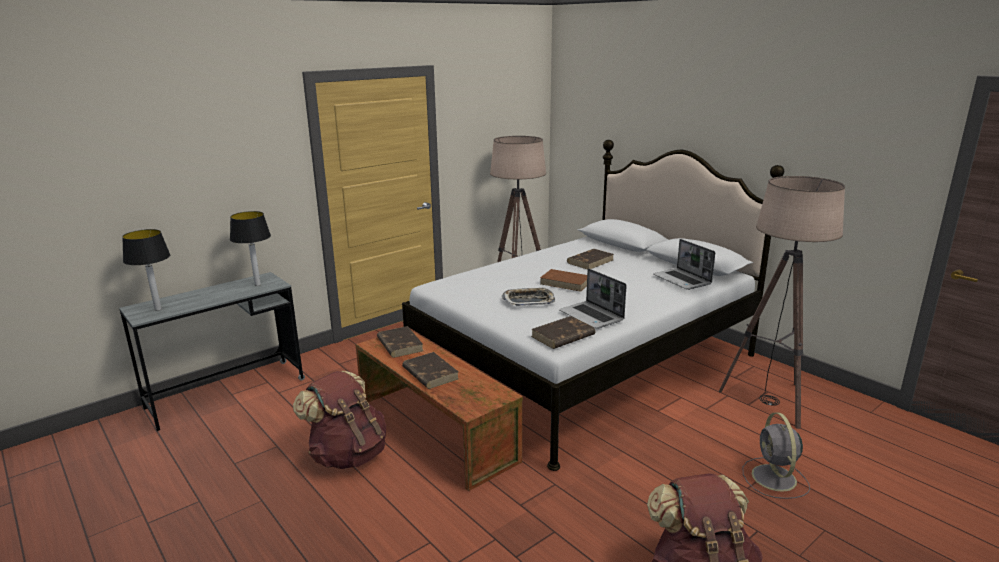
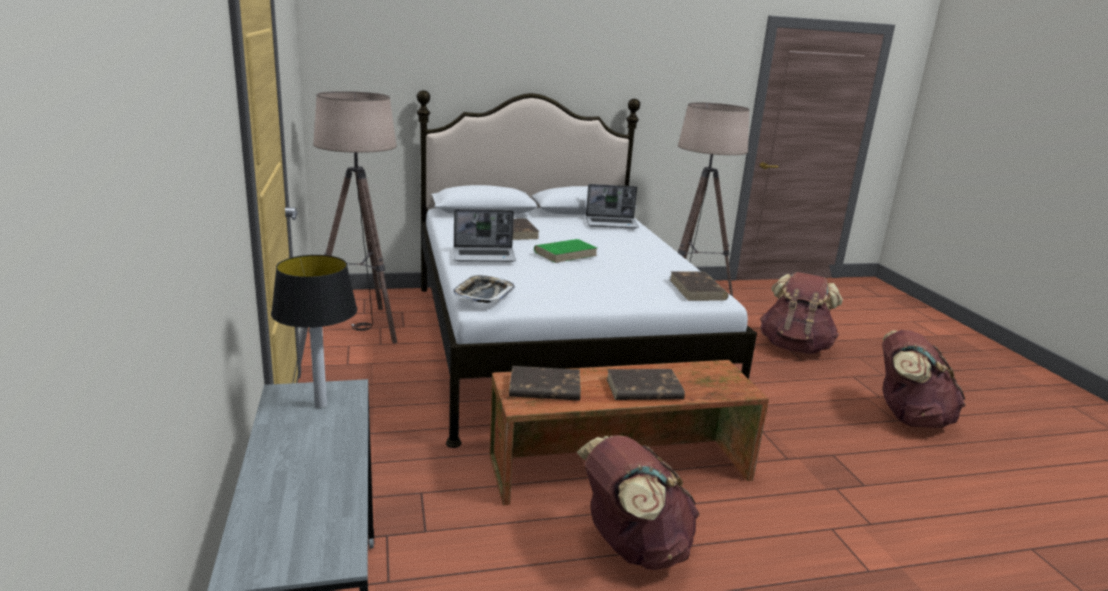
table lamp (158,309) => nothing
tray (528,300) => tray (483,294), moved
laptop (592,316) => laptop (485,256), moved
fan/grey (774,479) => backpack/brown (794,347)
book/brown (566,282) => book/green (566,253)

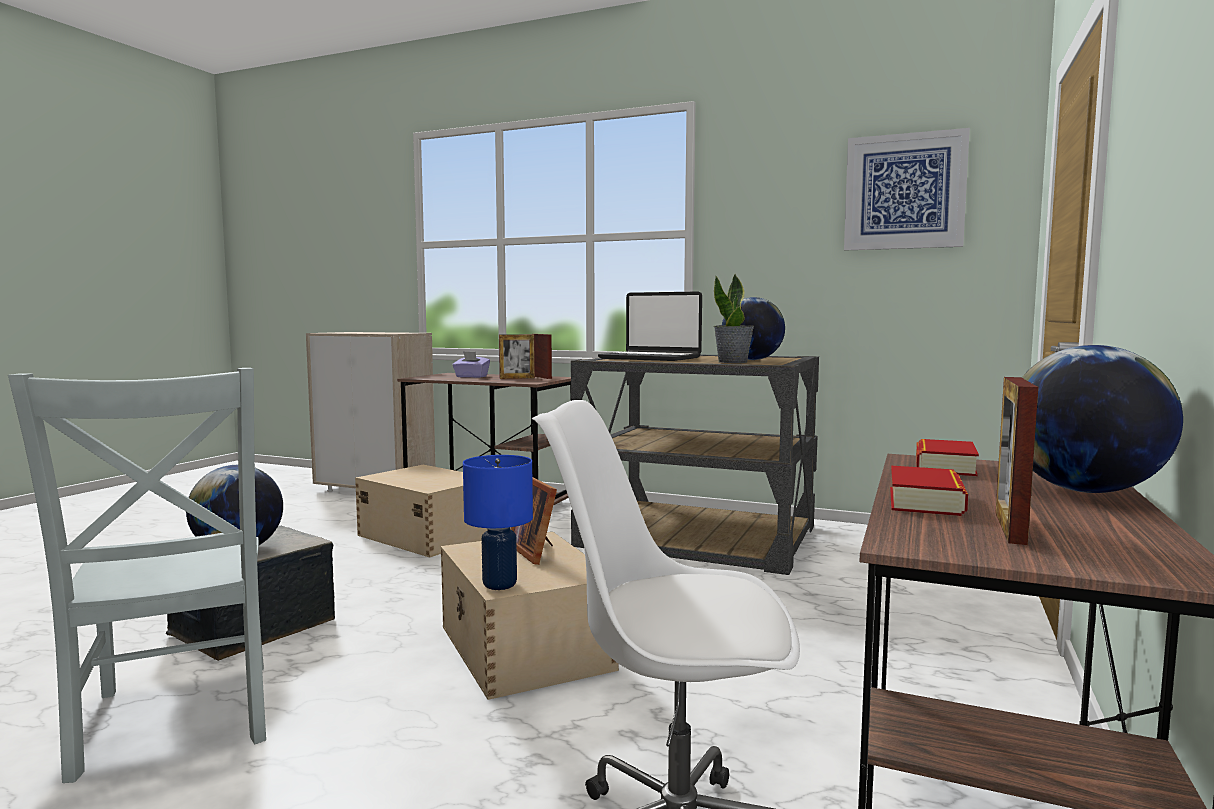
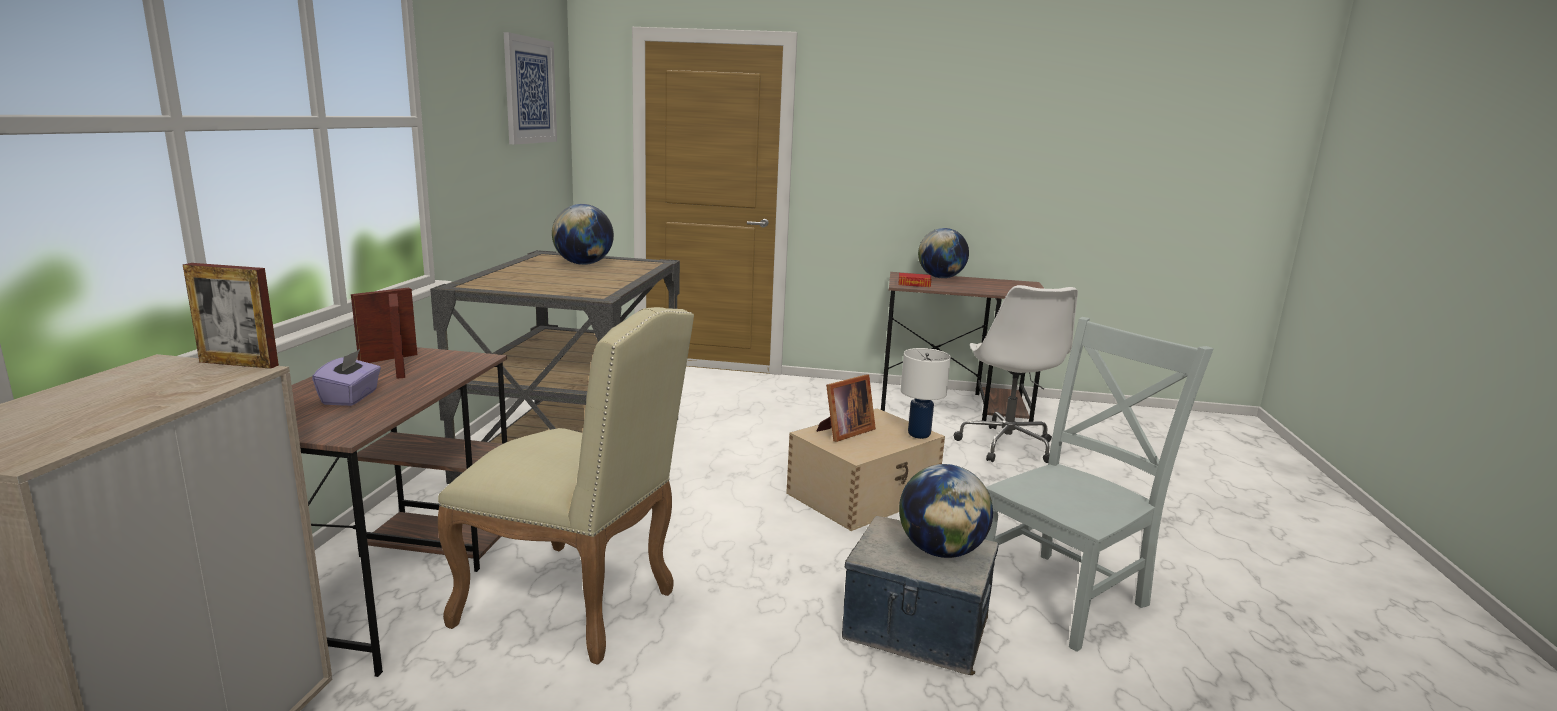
laptop (650,358) => nothing
potted plant (733,362) => nothing
book (925,501) => nothing
picture frame (1010,528) => picture frame (239,363), moved
storage box/beige (426,535) => chair/beige (574,605)
table lamp/blue (501,585) => table lamp/white (919,434)

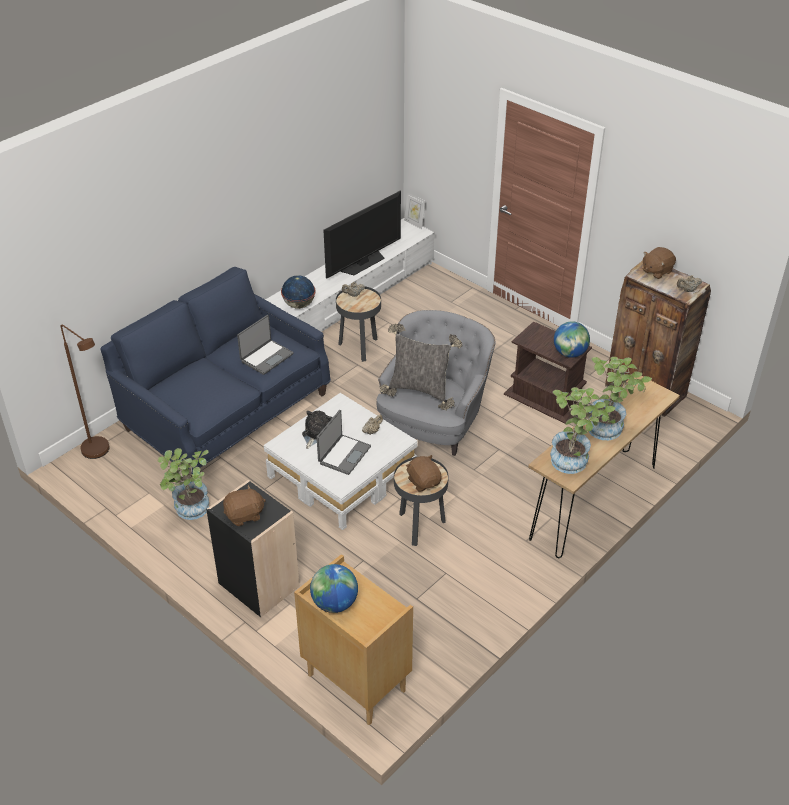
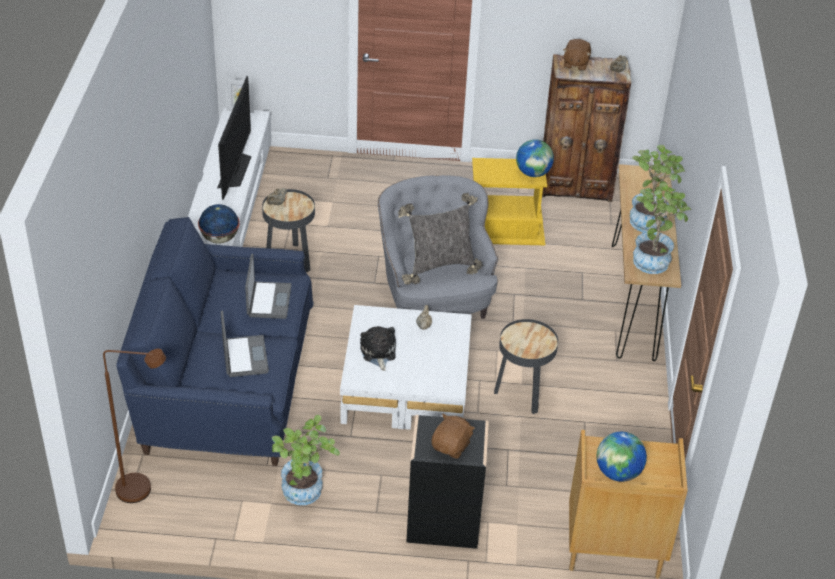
plush toy/brown (424,482) => nothing
laptop (343,455) => laptop (244,357), moved
side table/brown (546,398) => side table/yellow (505,229)

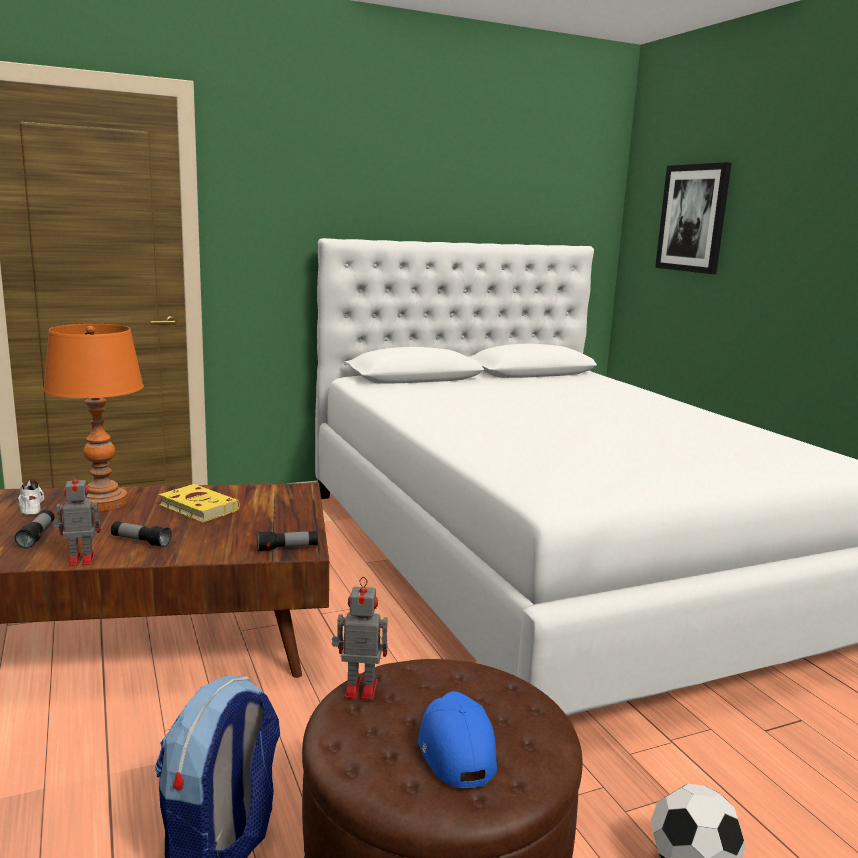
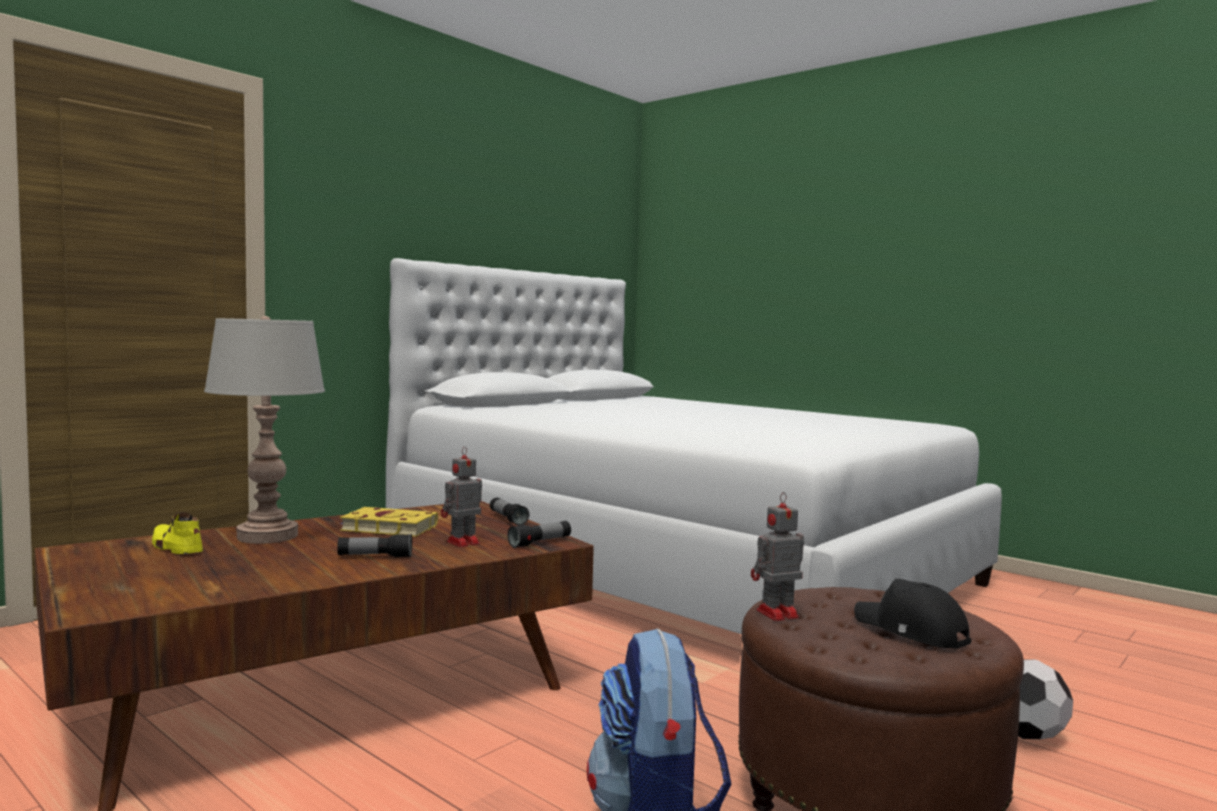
picture (693,218) => nothing
flashlight (37,536) => flashlight (507,519), moved
toy robot (79,560) => toy robot (461,543), moved
shoe/white (31,505) => shoe/yellow (175,547)
table lamp/orange (102,503) => table lamp/grey (267,536)
cap/blue (454,748) => cap/black (910,631)

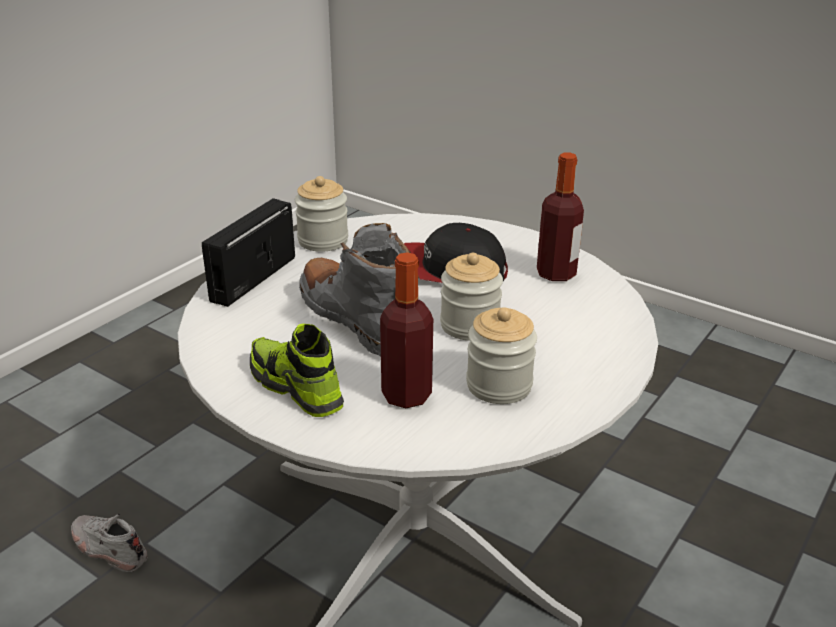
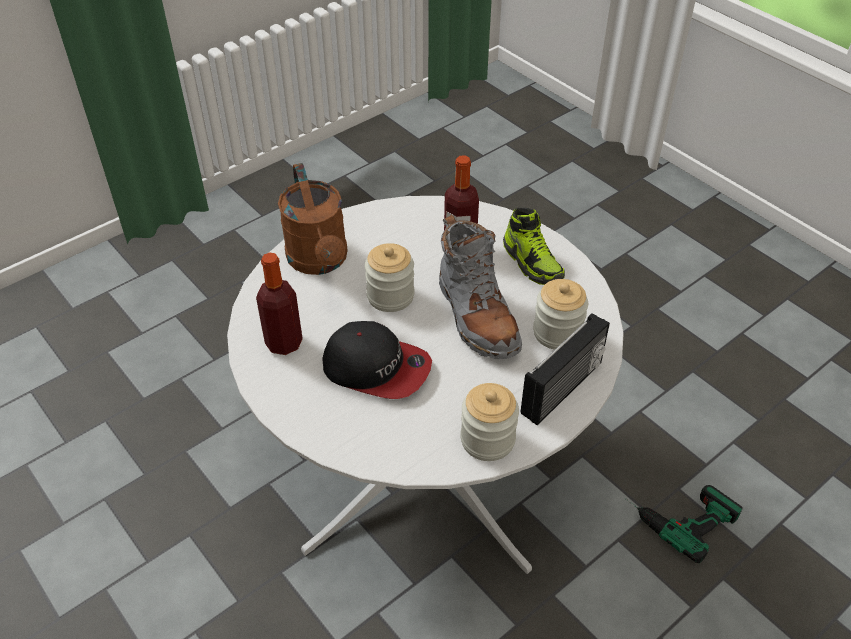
nothing => watering can/brown (320,261)
jar (499,385) => jar (557,332), moved
shoe/white (108,549) => power drill (678,513)

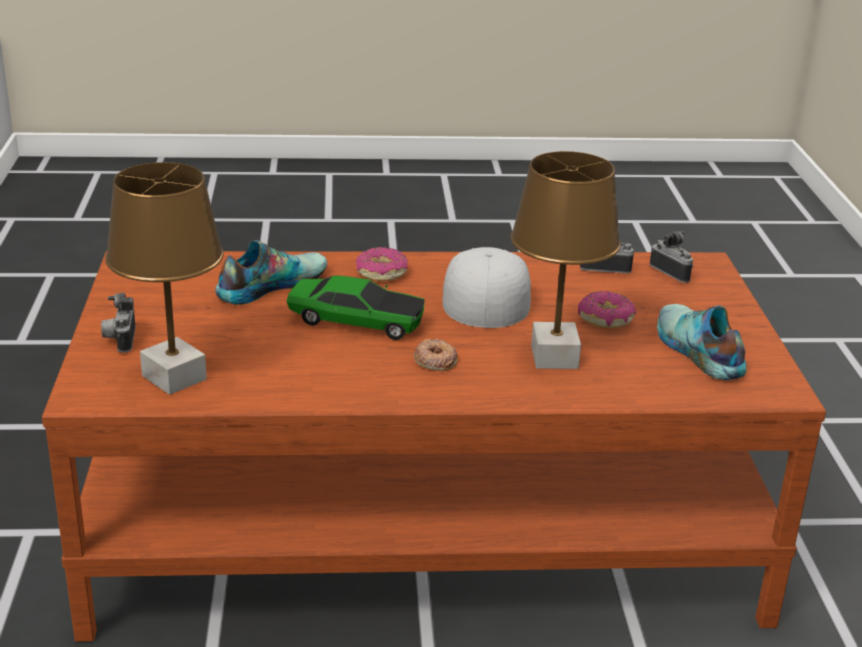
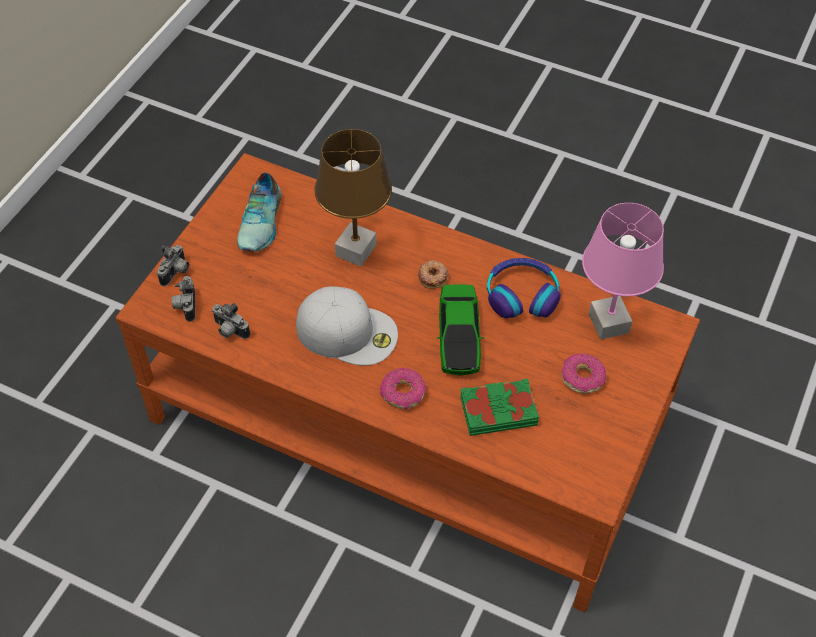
nothing => headphones (522,295)
photo camera (120,340) => photo camera (176,273), moved
donut (606,319) => donut (582,377), moved
shoe (270,285) => book/green (498,410)
table lamp/brown (175,378) => table lamp/pink (608,323)
toy car (356,321) => toy car (459,337), 135 degrees counterclockwise
cap/white (485,296) => cap/white (348,331), 105 degrees counterclockwise

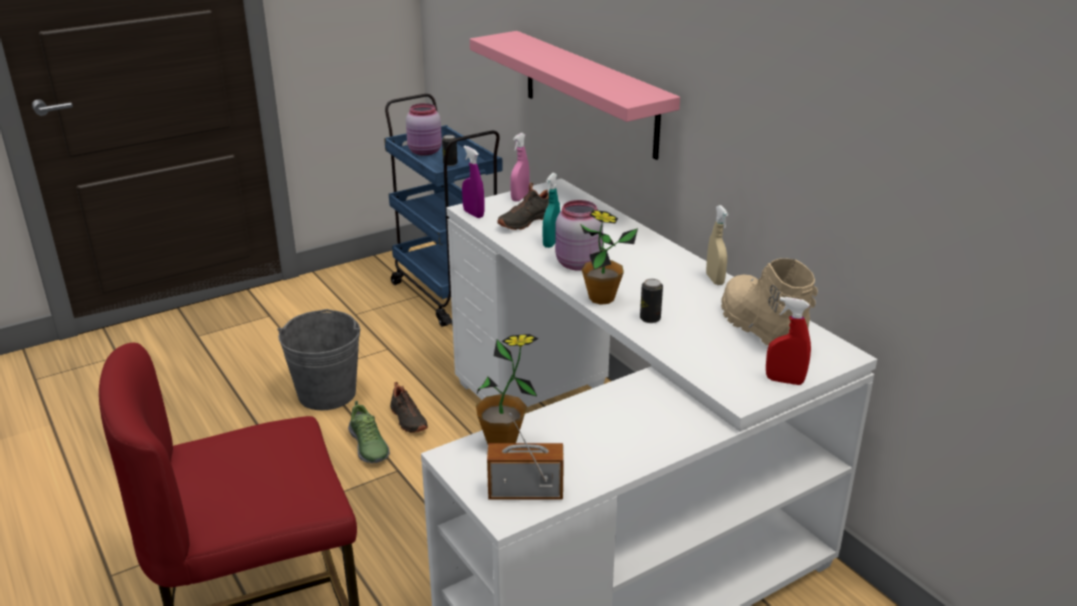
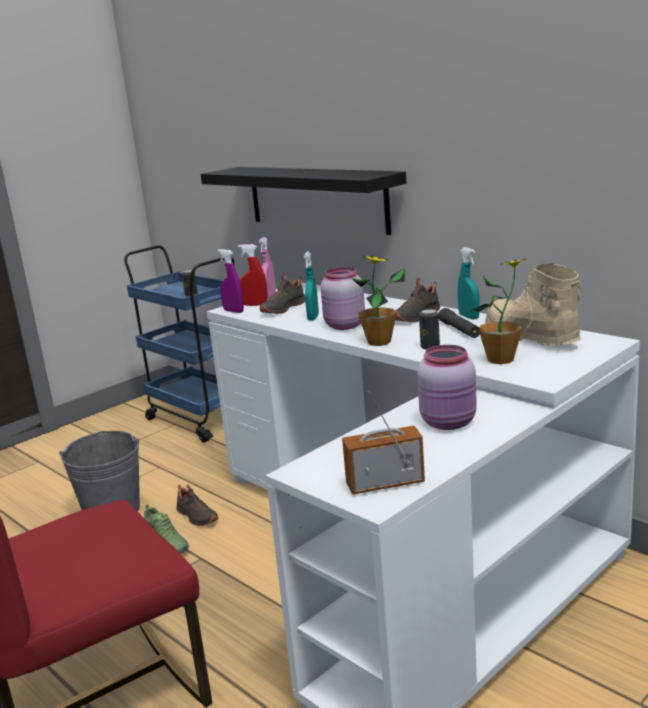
nothing => shoe/black (415,316)
nothing => flashlight/black (459,330)
jar/pink (425,152) => jar/pink (450,423), moved
potted plant (502,441) => potted plant (500,359), moved
spray bottle/red (784,381) => spray bottle/red (255,305), moved
shelf/pink (589,93) => shelf/black (316,198)
spray bottle/beige (715,279) => spray bottle/turquoise (469,317)

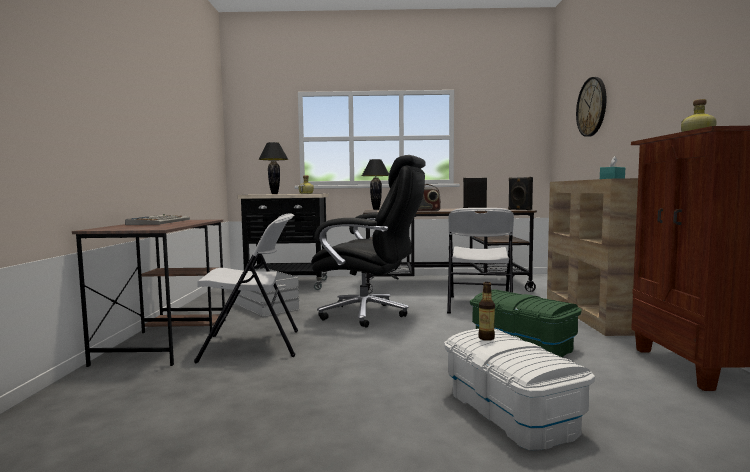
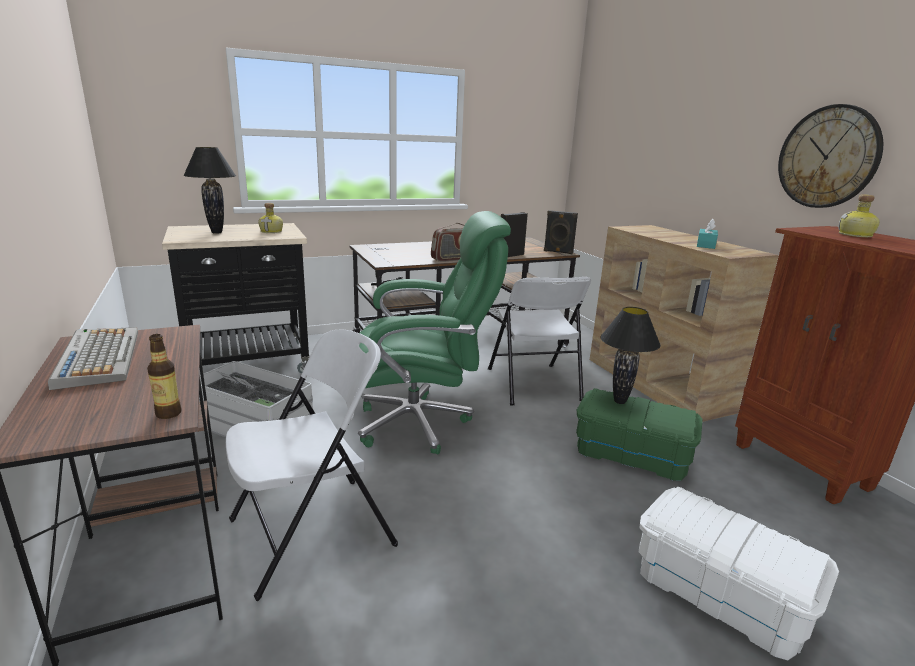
table lamp/black (375,209) => table lamp/black (619,401), moved
bottle (486,338) => bottle (168,413), moved
wall clock (591,107) => wall clock (828,157), moved
office chair/black (369,315) => office chair/green (420,424)

